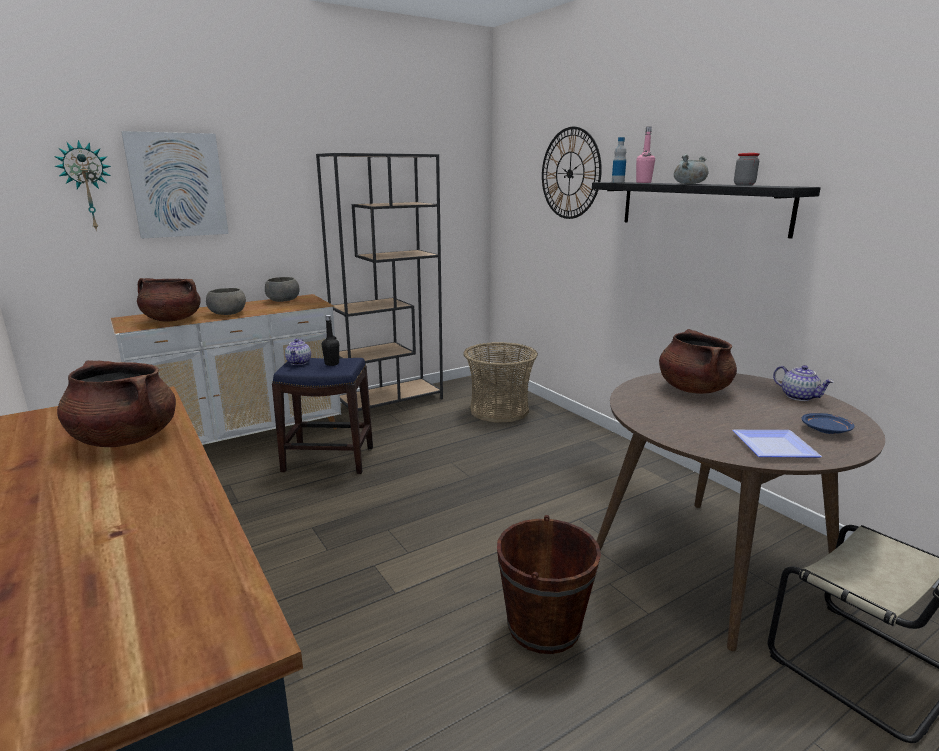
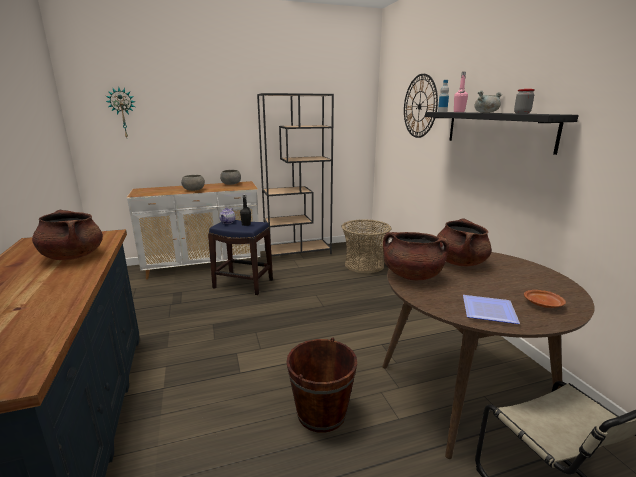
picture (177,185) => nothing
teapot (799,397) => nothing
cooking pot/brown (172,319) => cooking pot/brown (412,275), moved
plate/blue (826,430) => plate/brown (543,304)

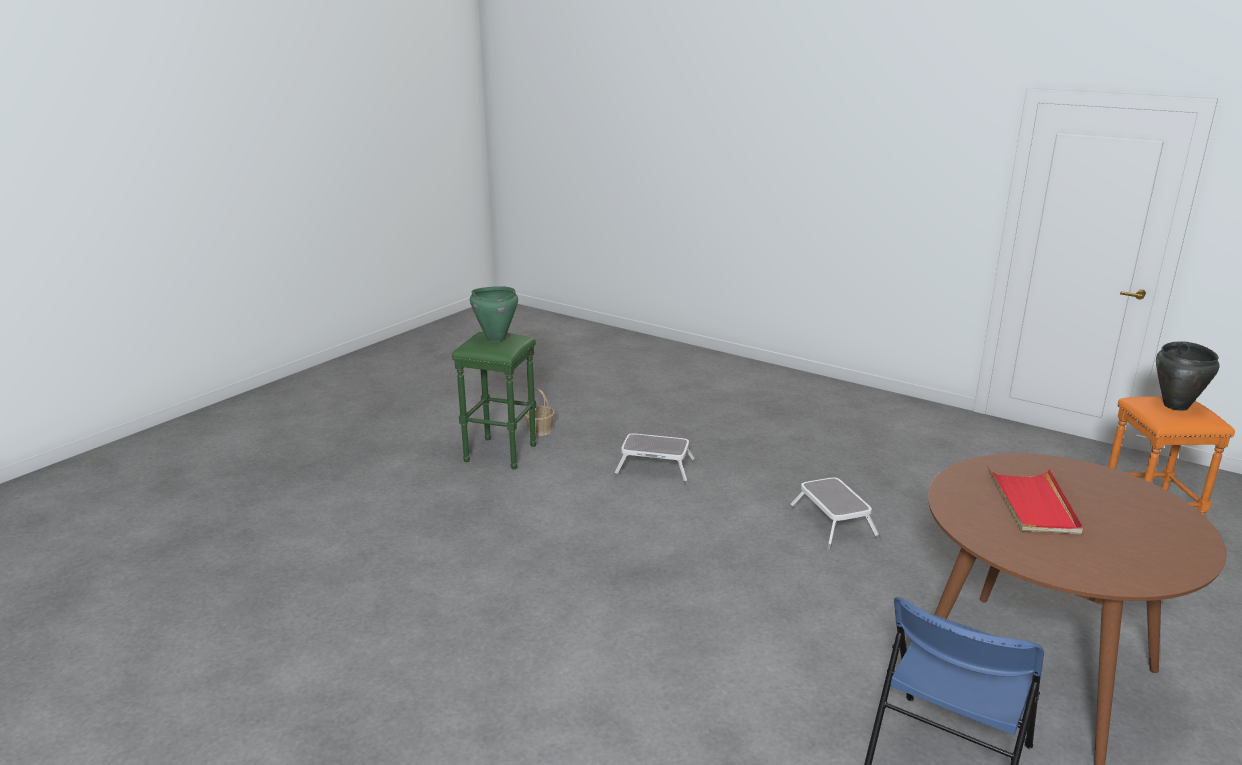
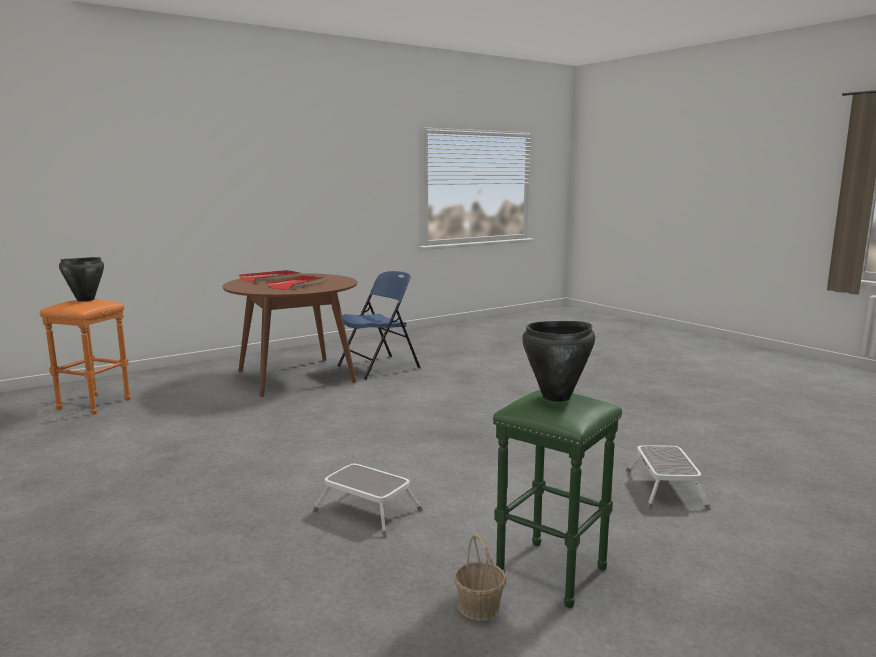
nothing => tray/red (271,278)
step ladder/grey (833,523) => step ladder/grey (664,489), moved
cooking pot/green (495,338) => cooking pot/black (557,397)

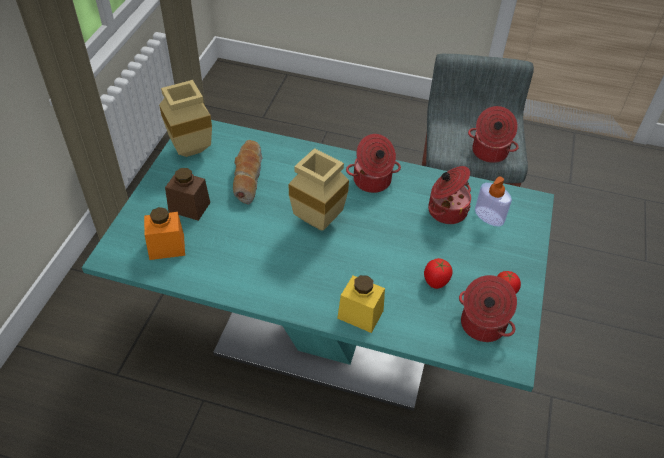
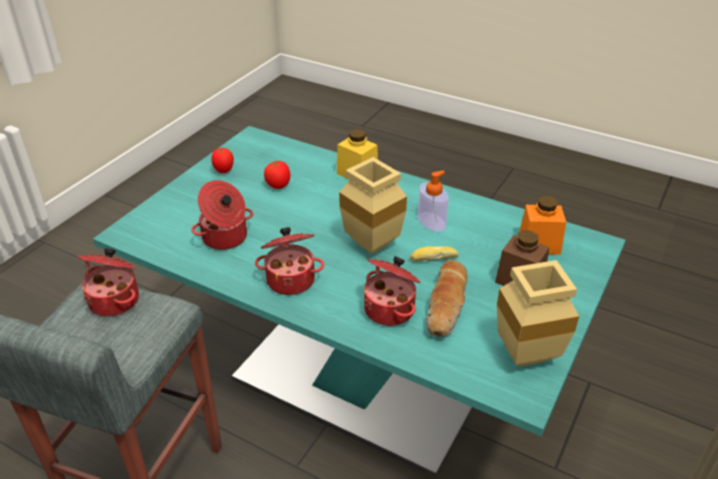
nothing => bread (433,258)
cooking pot (481,325) => cooking pot (390,309), moved
soap dispenser (489,216) => soap dispenser (431,222), moved

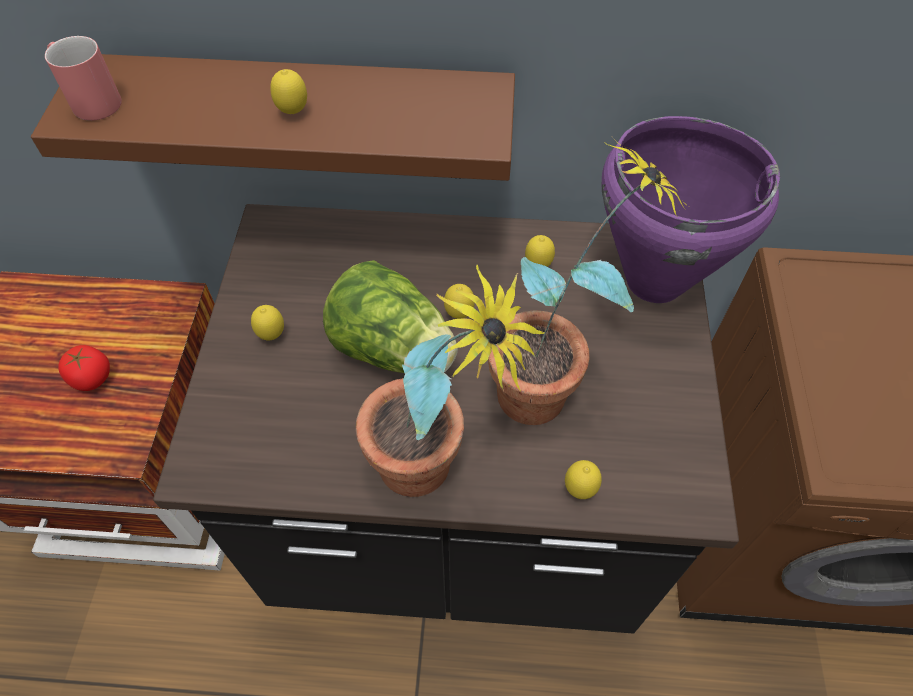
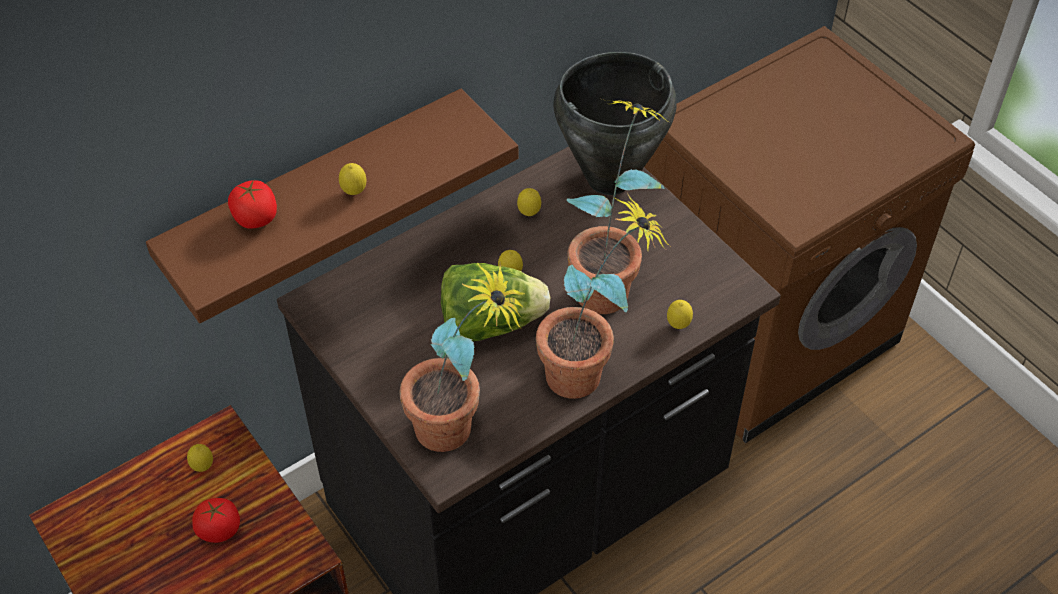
mug/red (89,99) => nothing
nothing => tomato (256,218)
nothing => potted plant (461,431)
lemon (272,335) => lemon (203,467), moved
cooking pot/purple (653,279) => cooking pot/black (608,178)

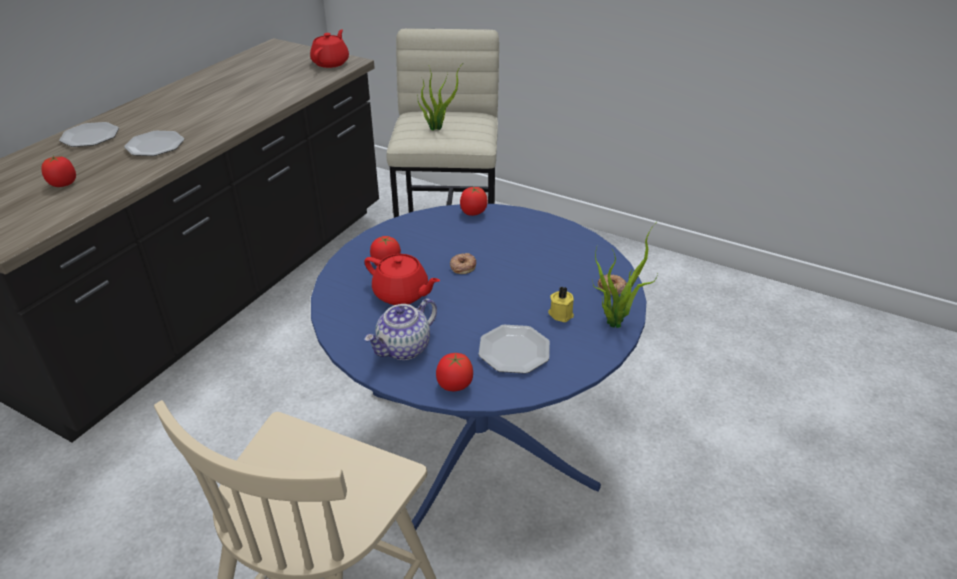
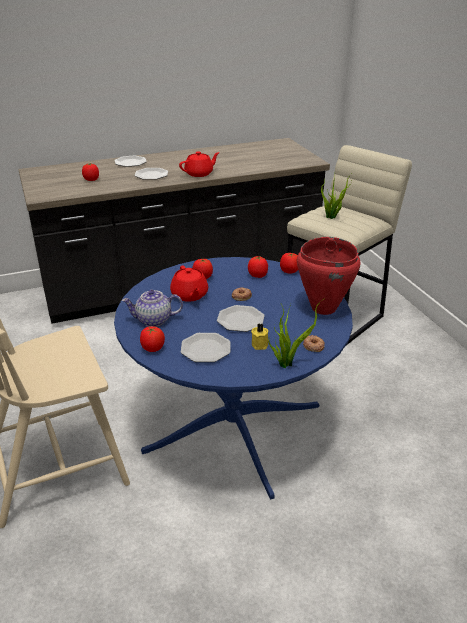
nothing => plate (240,320)
nothing => tomato (258,275)
nothing => cooking pot/red (323,308)
teapot/red (331,63) => teapot/red (199,173), moved

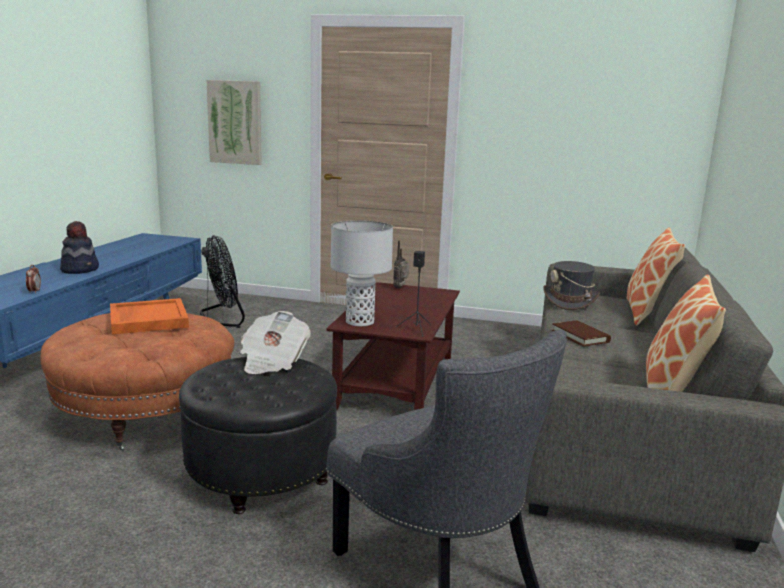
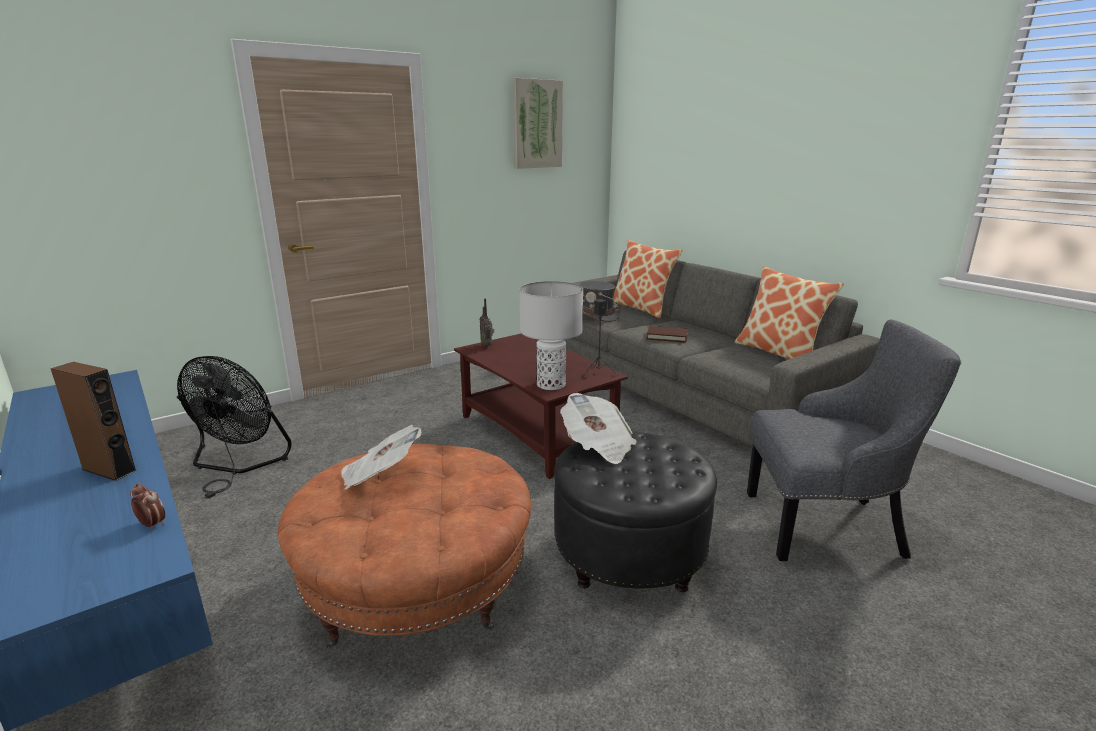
picture (235,122) => picture (537,124), moved
hat (80,269) => speaker/brown (109,470)
tray/orange (148,319) => newspaper (380,476)

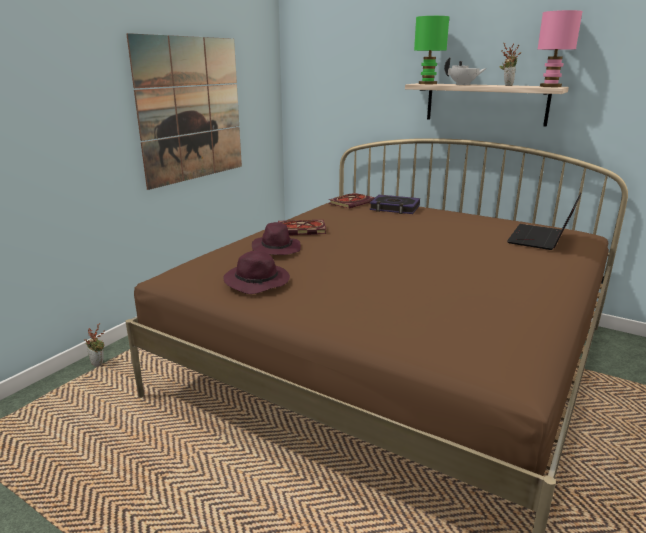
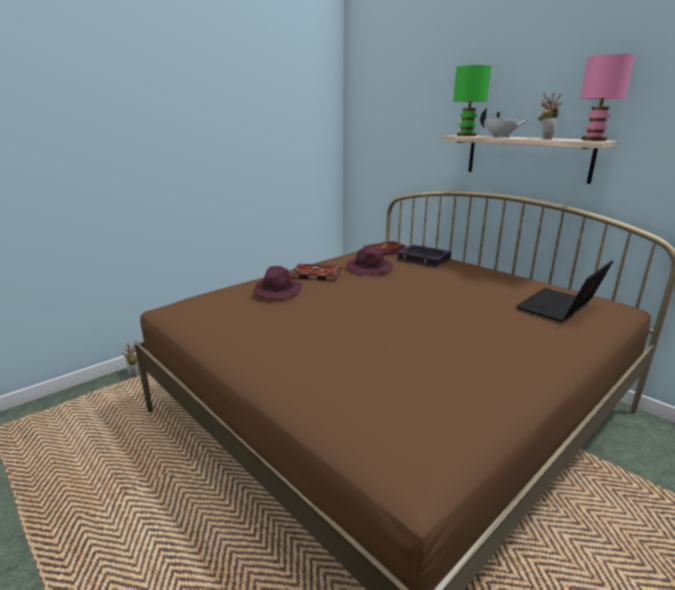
picture (191,110) => nothing
hat/purple (258,282) => hat/purple (370,269), moved

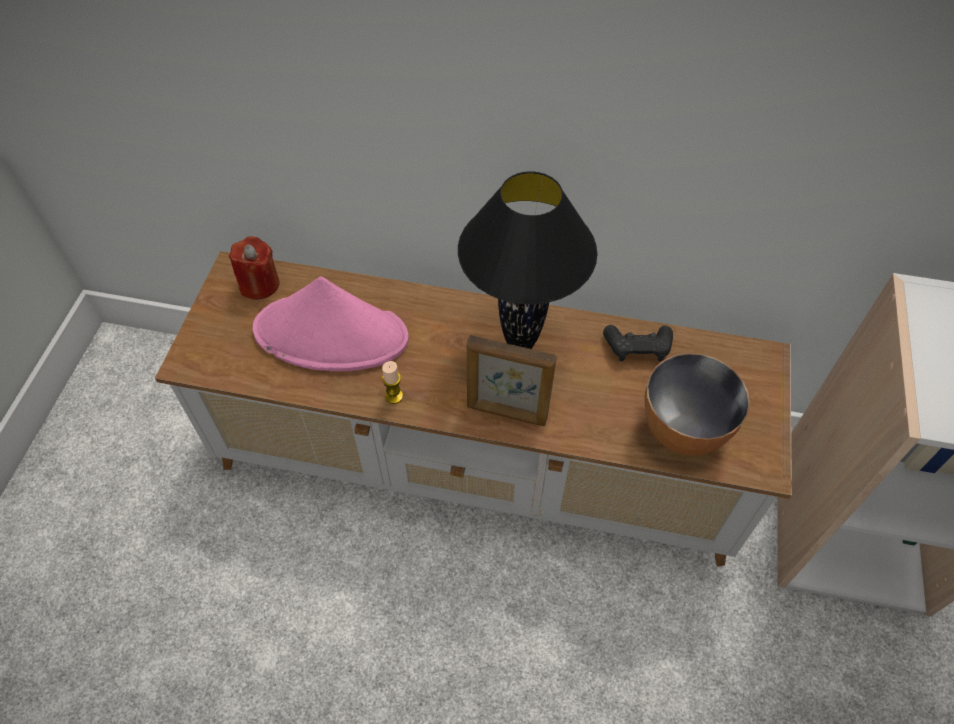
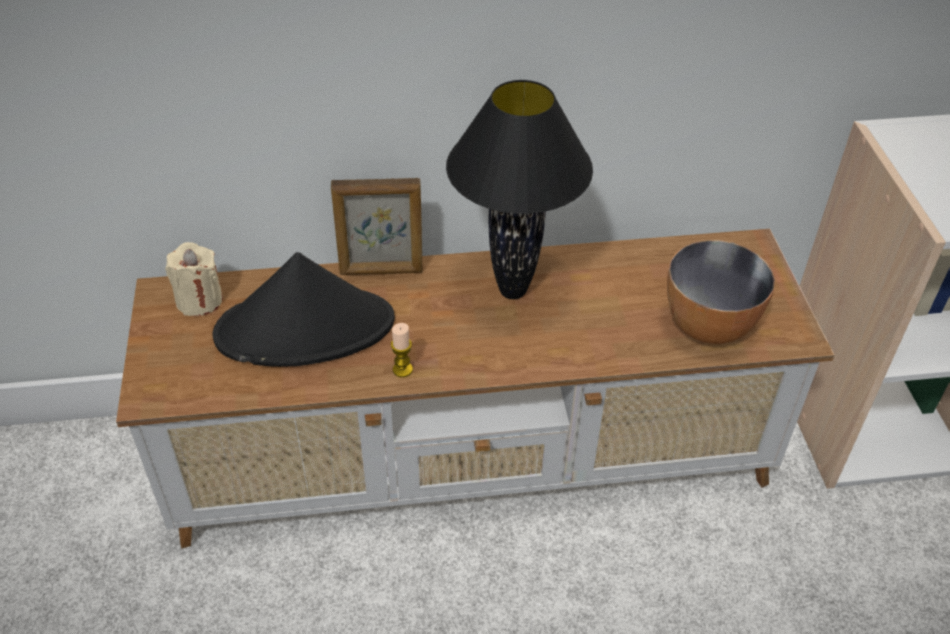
game controller/black (637,348) => nothing
picture frame (506,413) => picture frame (381,271), moved
candle/red (259,284) => candle/beige (199,300)
hat/pink (332,334) => hat/black (306,328)

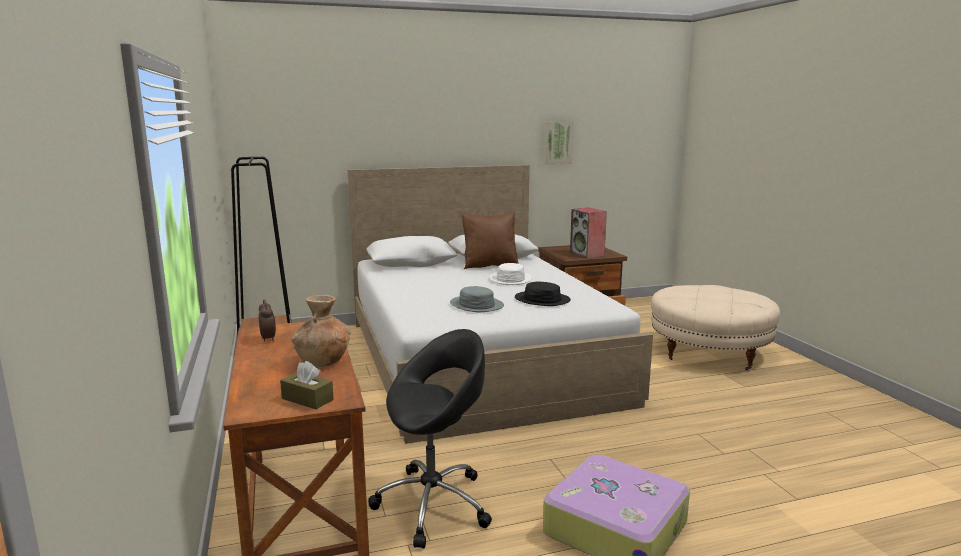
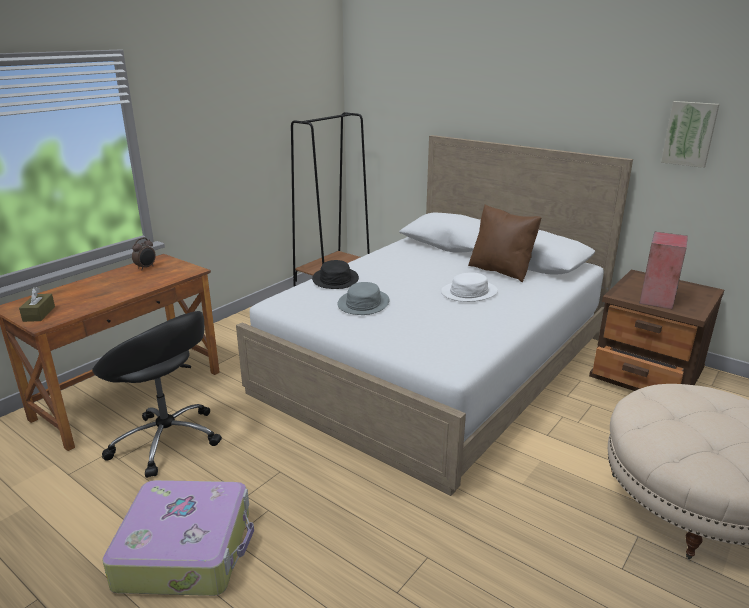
vase/brown (323,361) => nothing
hat/black (542,300) => hat/black (335,279), moved

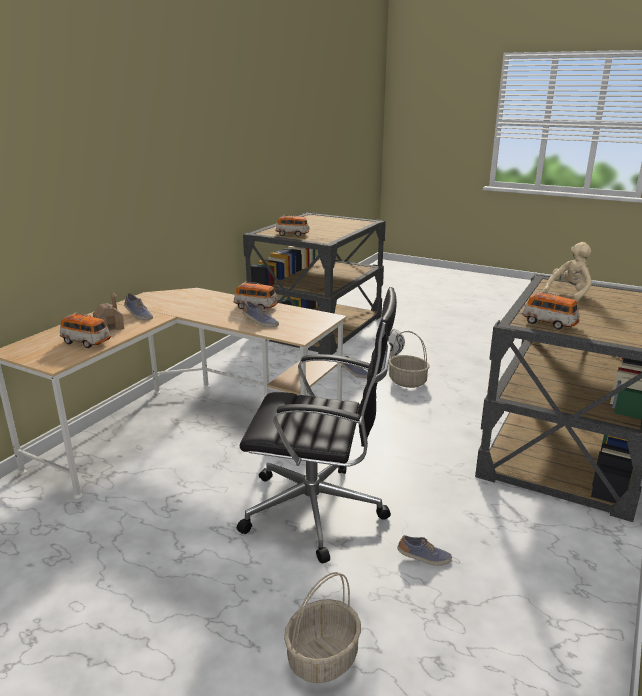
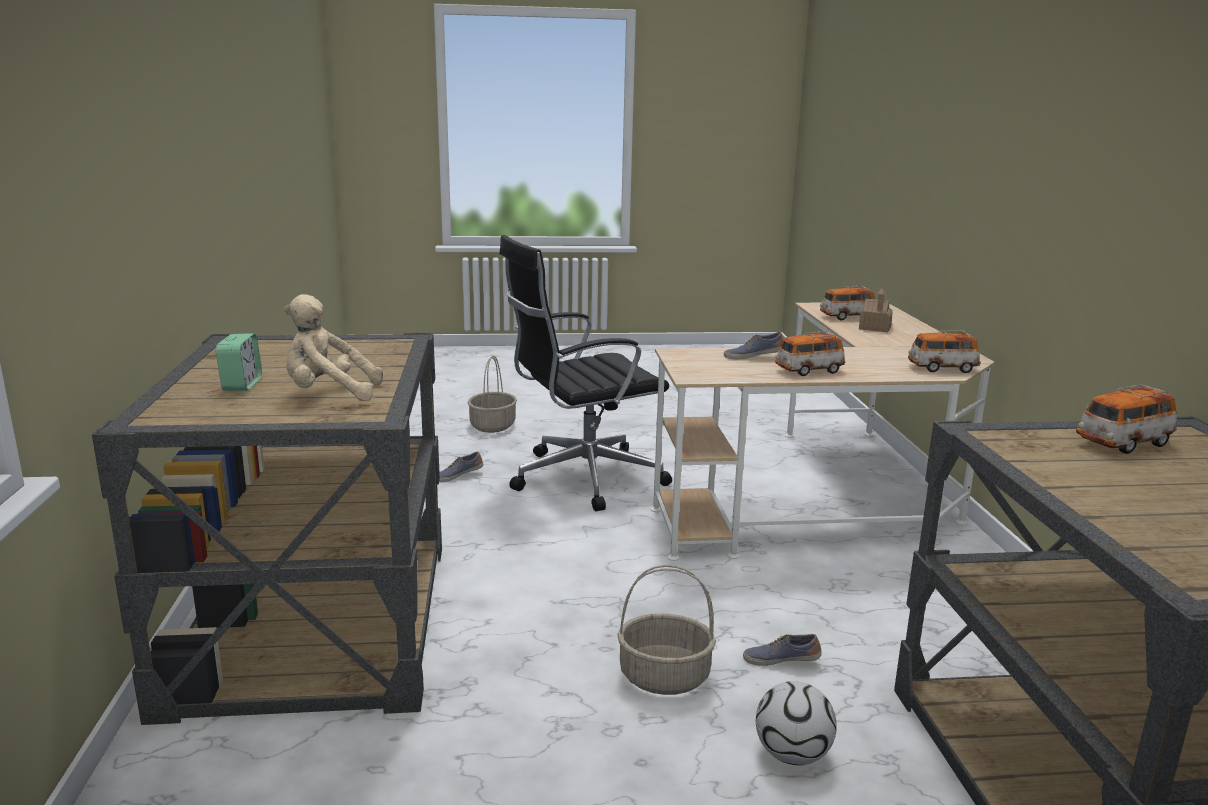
shoe (138,315) => nothing
nothing => alarm clock (242,385)
toy car (549,323) => toy car (942,368), moved
plush toy/beige (568,294) => plush toy/beige (329,394), 75 degrees clockwise

